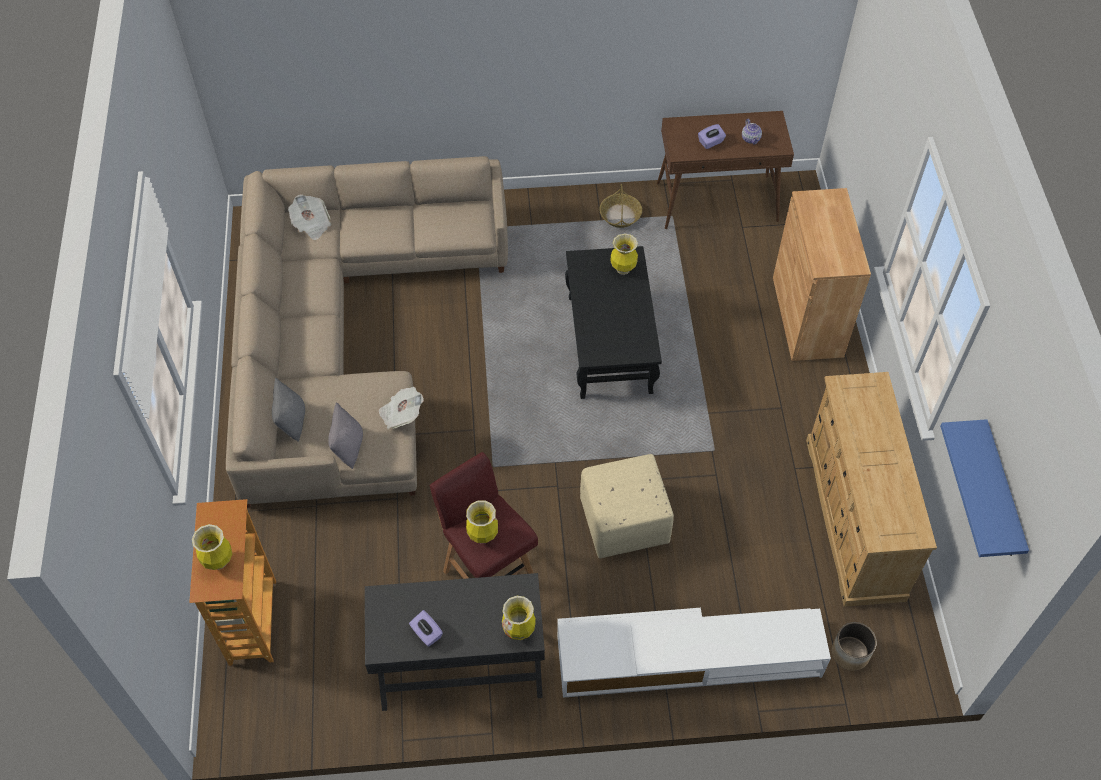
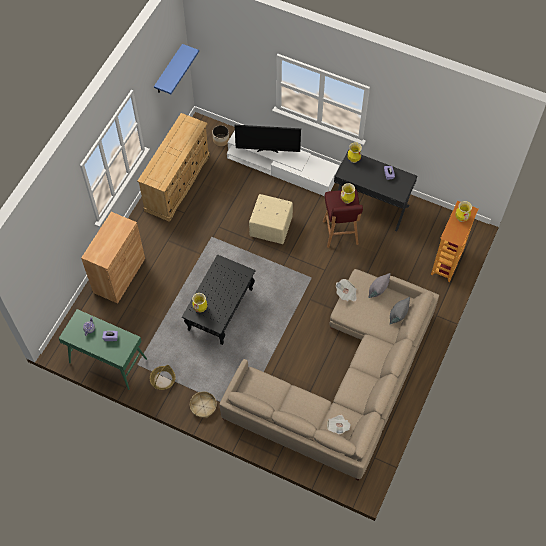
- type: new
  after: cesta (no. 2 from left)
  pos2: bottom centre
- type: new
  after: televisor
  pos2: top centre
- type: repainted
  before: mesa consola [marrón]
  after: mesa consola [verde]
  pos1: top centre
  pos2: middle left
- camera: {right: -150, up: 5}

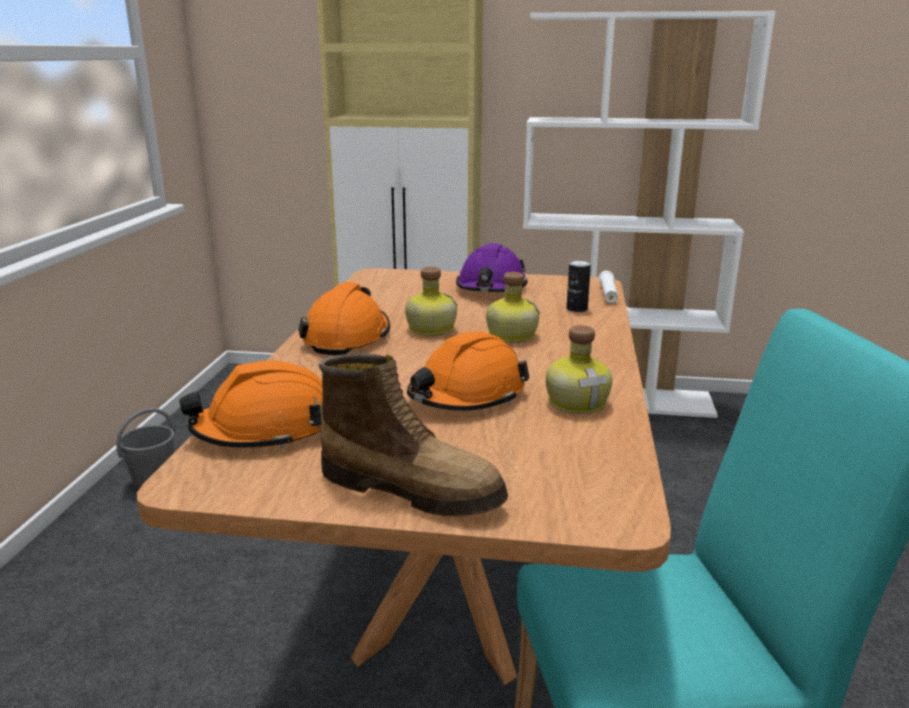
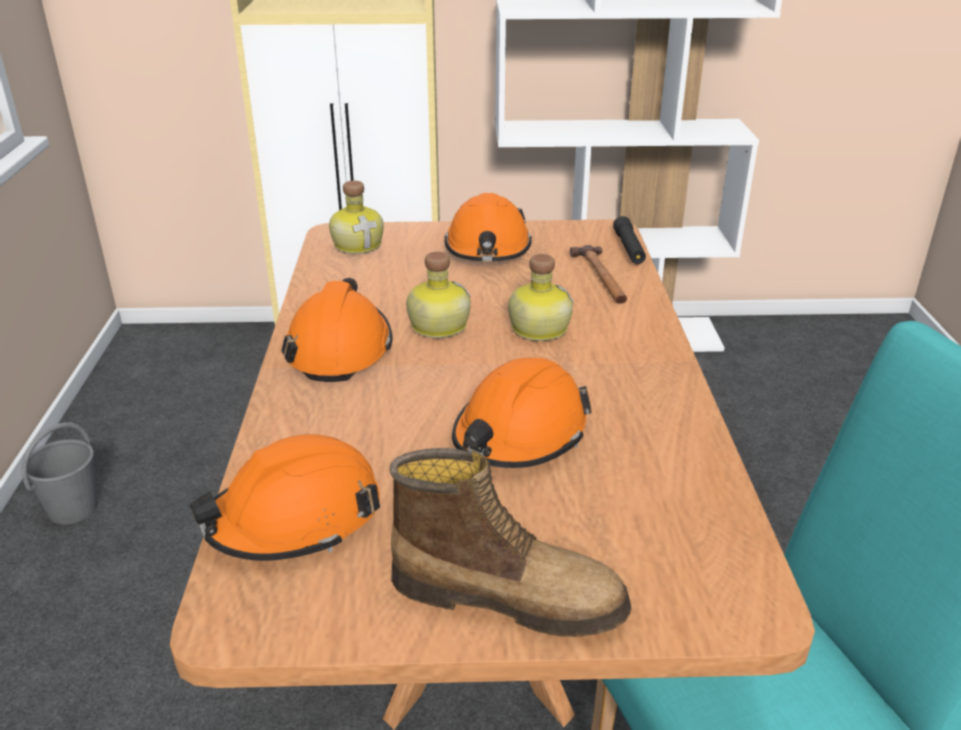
- type: shifted
  before: botella (no. 3 from left in the first image)
  after: botella (no. 1 from left)
  pos1: centre
  pos2: top centre
- type: swapped
  before: lata
  after: martillo
  pos1: centre
  pos2: centre
- type: repainted
  before: casco [morado]
  after: casco [naranja] (no. 3 from left)
  pos1: centre
  pos2: top centre
- type: repainted
  before: linterna [blanco]
  after: linterna [negro]
  pos1: middle right
  pos2: top centre
- camera: {right: -10, up: 10}

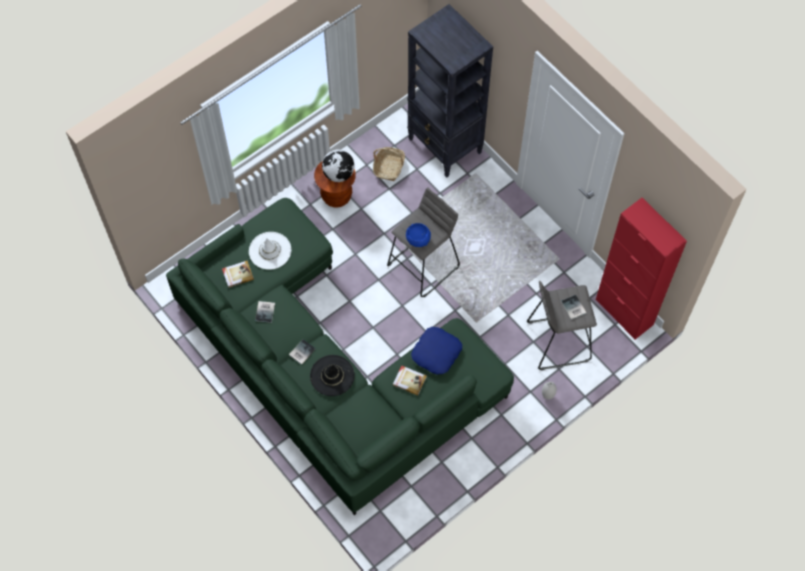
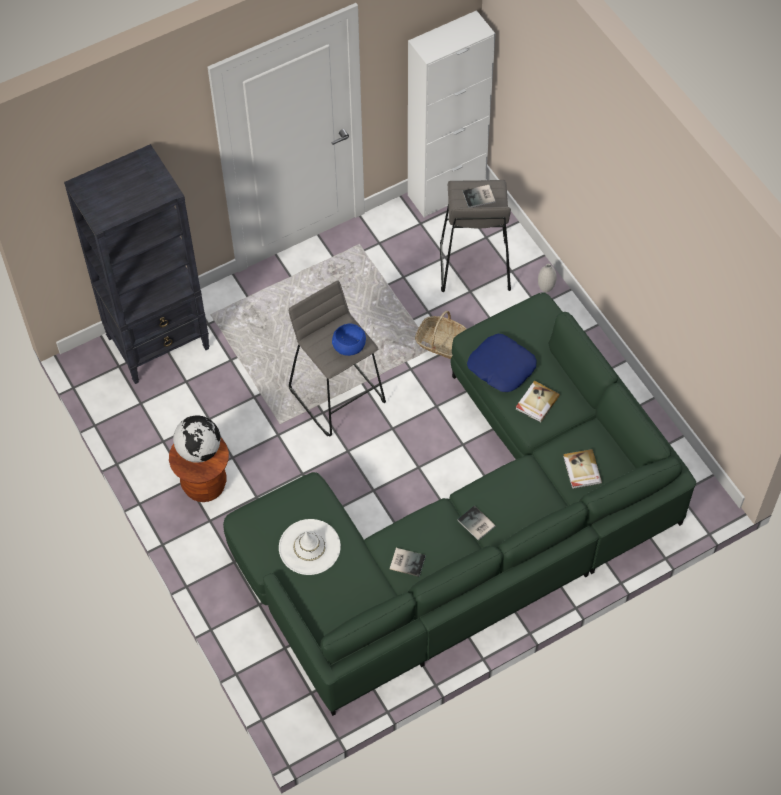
- type: gone
  before: sombrero [negro]
  pos1: centre
- type: shifted
  before: libro (no. 1 from left in the first image)
  after: libro (no. 5 from left)
  pos1: middle left
  pos2: middle right
- type: shifted
  before: cesta
  pos1: top centre
  pos2: centre
- type: repainted
  before: armario [rojo]
  after: armario [blanco]
  pos1: middle right
  pos2: top centre
- camera: {right: -80, up: -5}

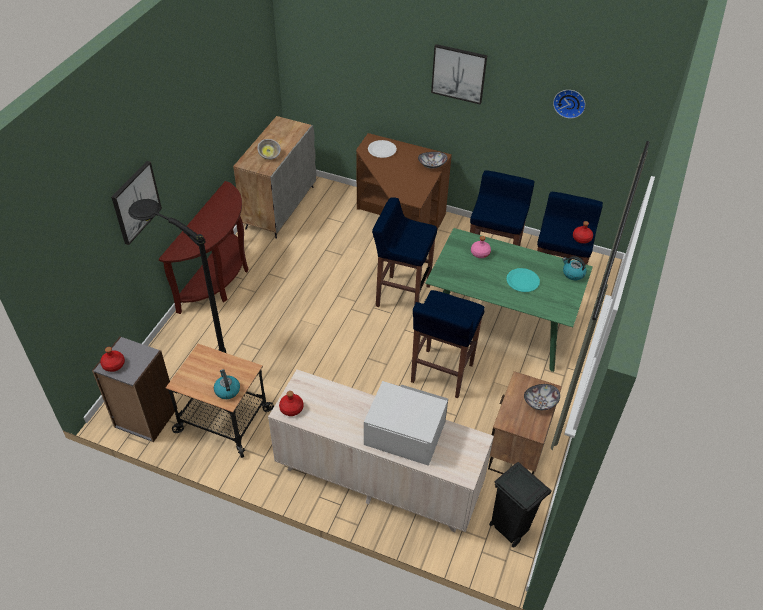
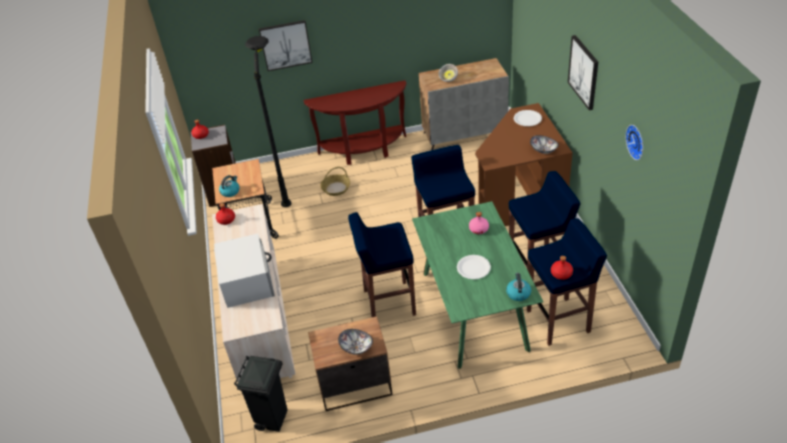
- type: new
  after: cesta
  pos2: centre
- type: repainted
  before: plato [turquesa]
  after: plato [blanco] (no. 1 from left)
  pos1: middle right
  pos2: centre
- camera: {right: 60, up: -5}

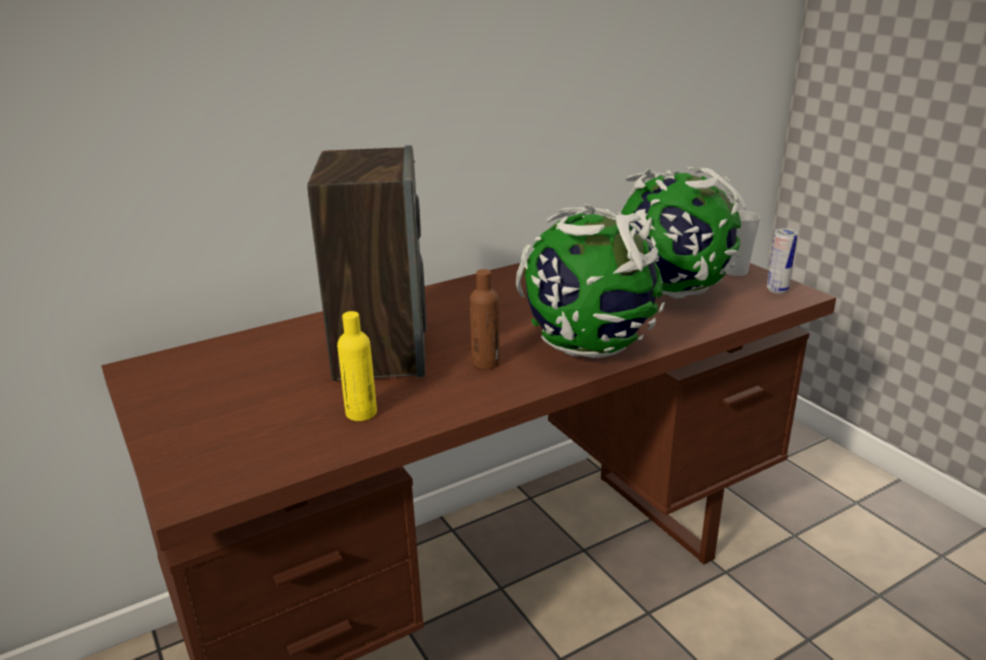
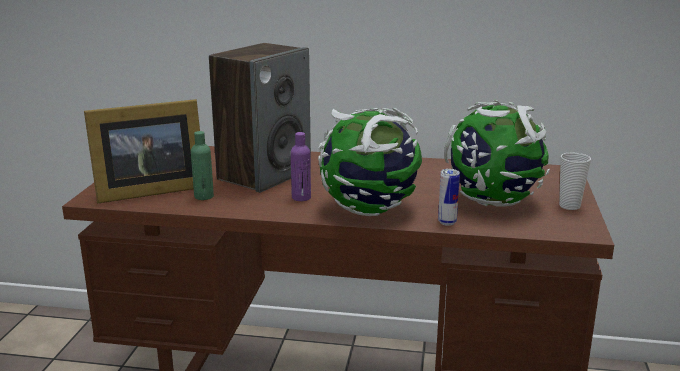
- type: new
  after: portarretratos
  pos2: middle left
- type: shifted
  before: lata
  pos1: middle right
  pos2: centre
- type: repainted
  before: botella [amarillo]
  after: botella [verde]
  pos1: centre
  pos2: middle left
- type: repainted
  before: botella [marrón]
  after: botella [morado]
  pos1: centre
  pos2: centre
- camera: {right: 40, up: -5}

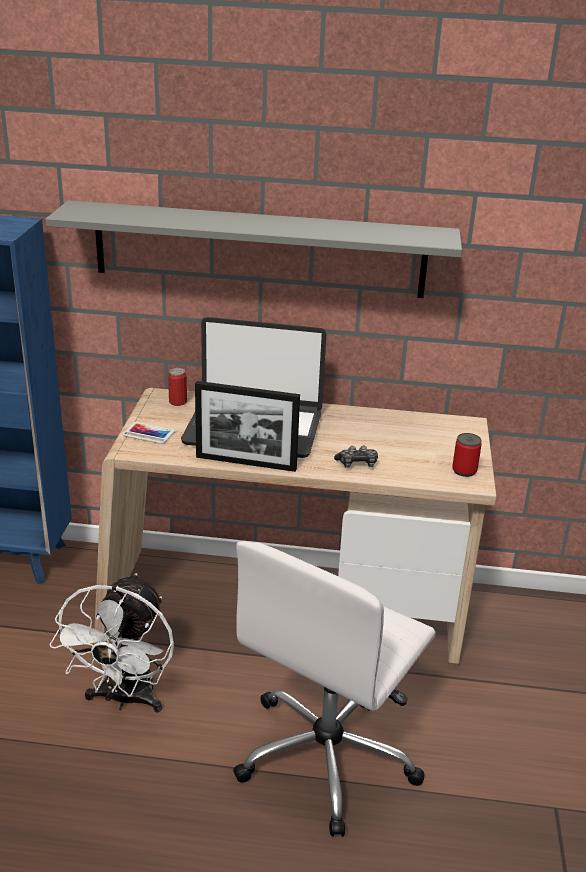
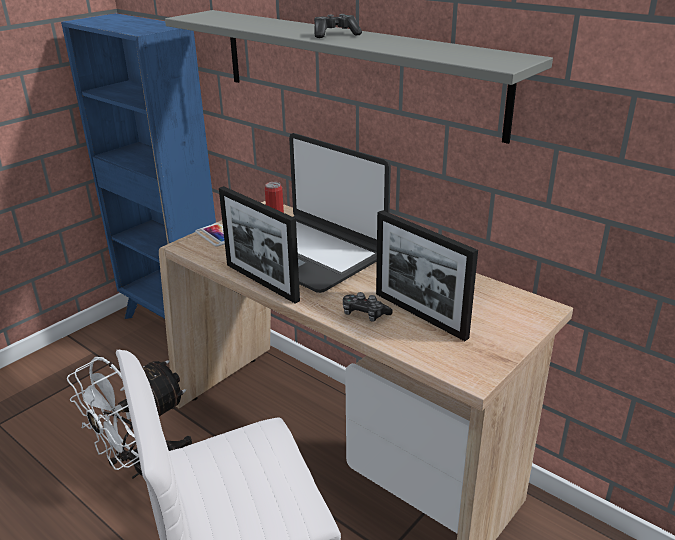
- type: gone
  before: lata (no. 2 from left)
  pos1: middle right
- type: new
  after: mando de consola (no. 1 from left)
  pos2: top centre
- type: new
  after: portarretratos (no. 2 from left)
  pos2: centre
- camera: {right: 35, up: 0}

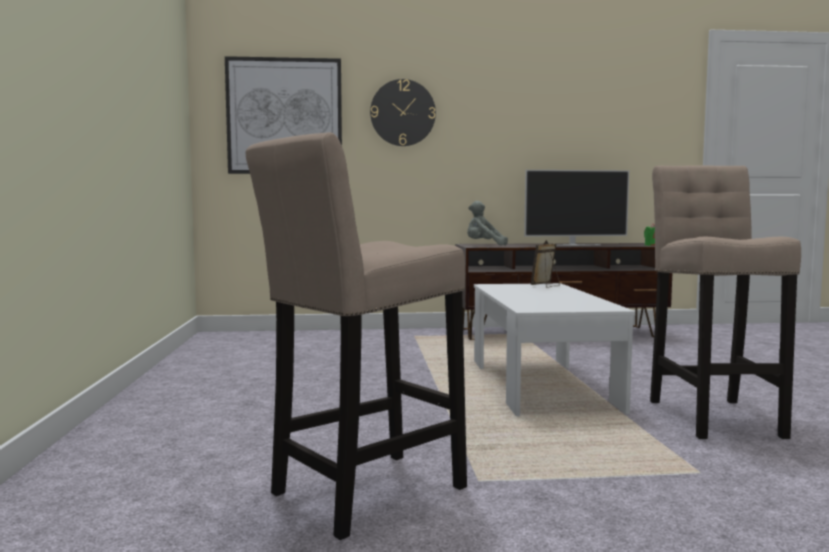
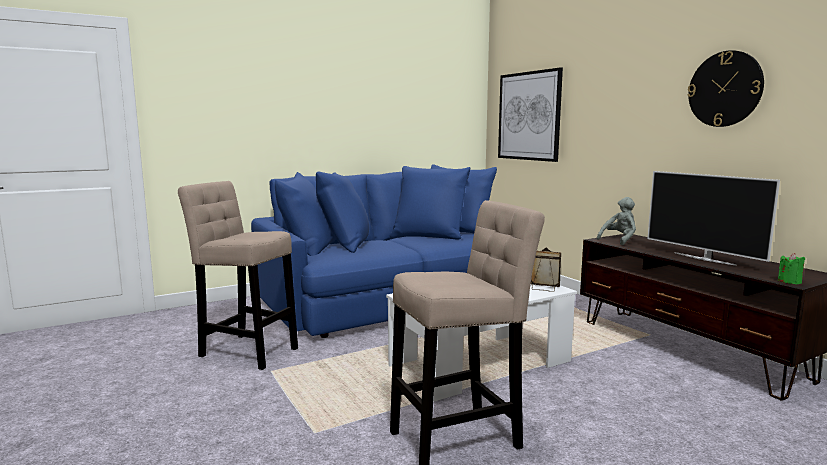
- type: new
  after: sofá [azul]
  pos2: centre
- type: shifted
  before: reloj de pared
  pos1: top centre
  pos2: top right
- type: rotated
  before: peluche [gris]
  pos1: centre
  pos2: middle right
  turn: 60
- camera: {right: 65, up: 5}

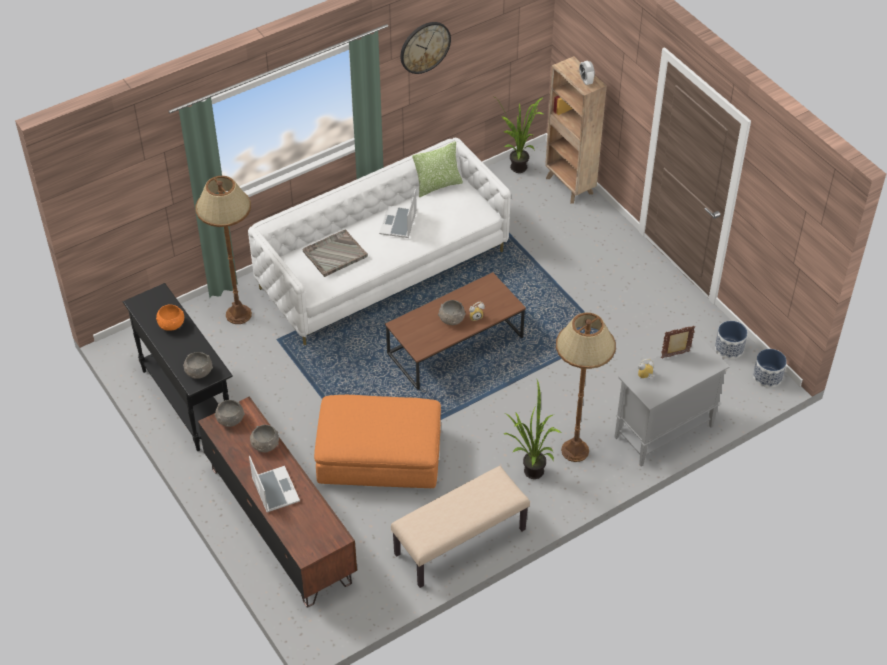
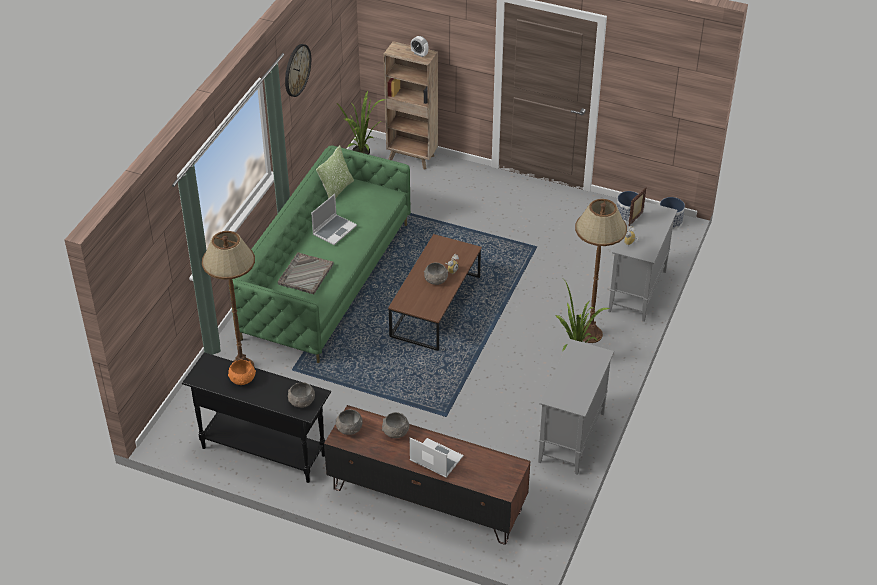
- type: gone
  before: puf [naranja]
  pos1: centre
- type: swapped
  before: banco [beis]
  after: armario [gris] (no. 1 from left)
  pos1: bottom centre
  pos2: bottom centre
- type: repainted
  before: sofá [blanco]
  after: sofá [verde]
  pos1: centre
  pos2: centre
- type: rotated
  before: portátil (no. 2 from left in the first image)
  pos1: top centre
  pos2: centre
  turn: -120
- camera: {right: -35, up: -5}

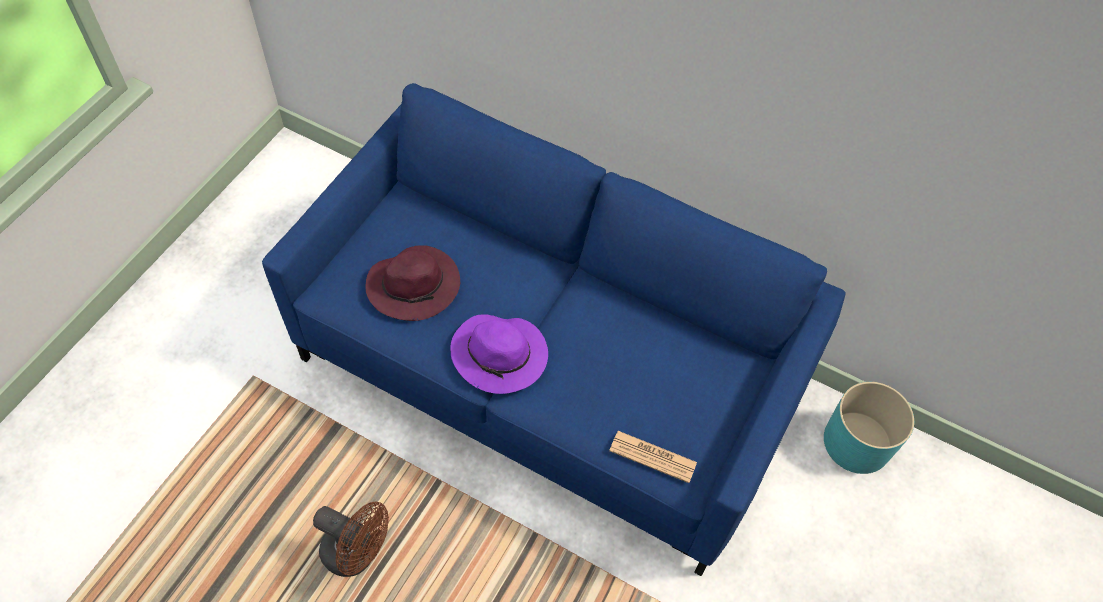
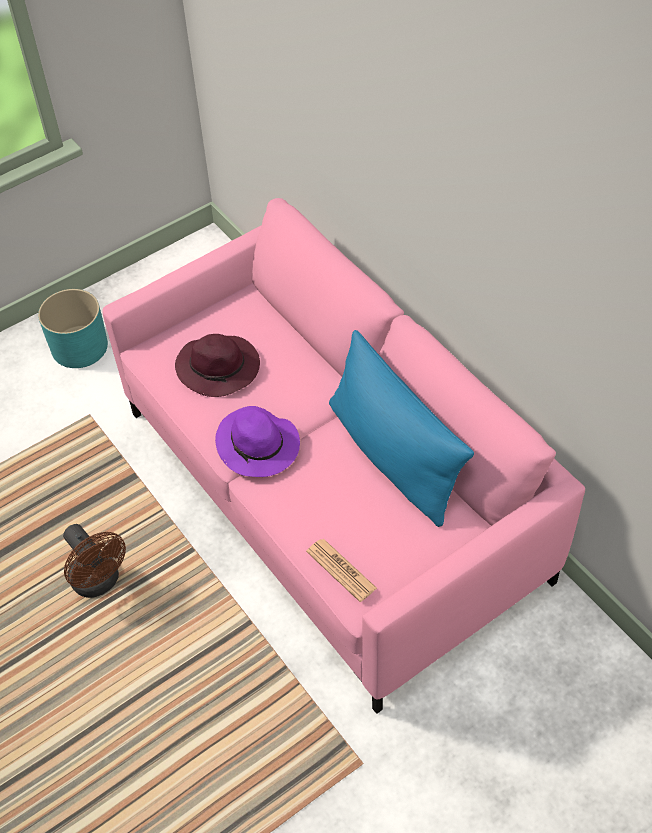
- type: new
  after: cojín [azul]
  pos2: centre
- type: shifted
  before: maceta [turquesa]
  pos1: bottom right
  pos2: middle left
- type: repainted
  before: sofá [azul]
  after: sofá [rosa]
  pos1: centre
  pos2: centre
- camera: {right: 30, up: -5}

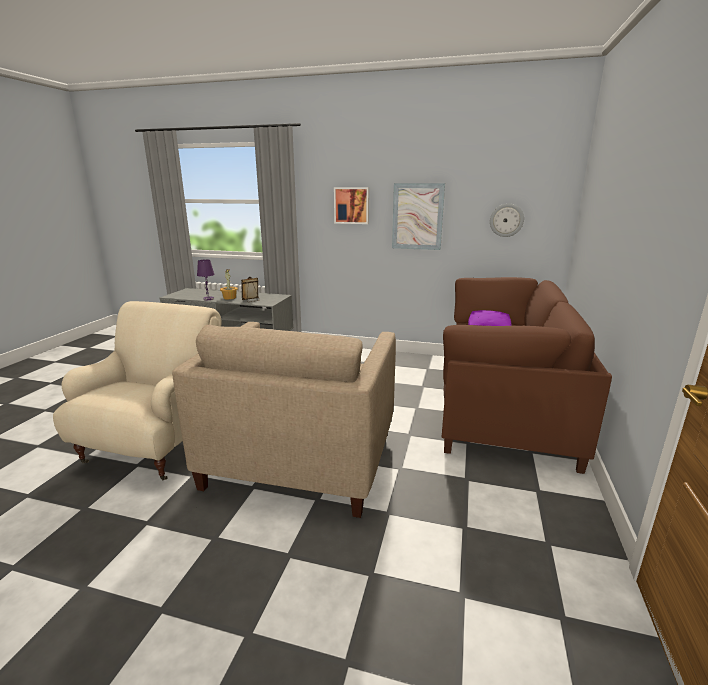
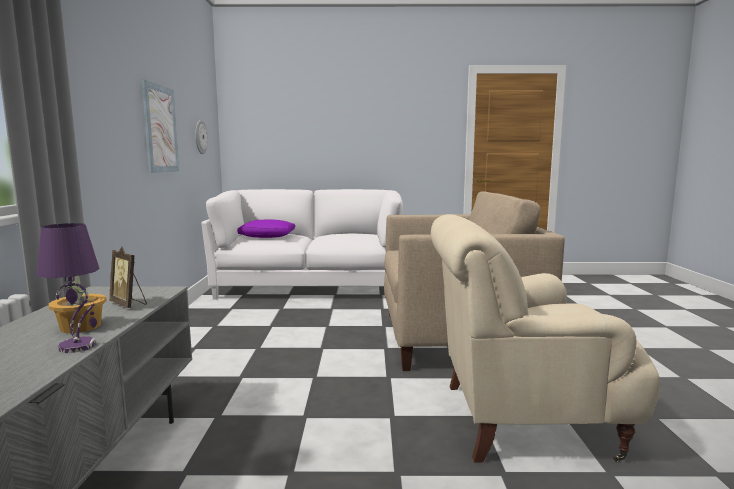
- type: gone
  before: cuadro (no. 1 from left)
  pos1: top centre
- type: repainted
  before: sofá [marrón]
  after: sofá [blanco]
  pos1: middle right
  pos2: centre
- camera: {right: -105, up: -10}

